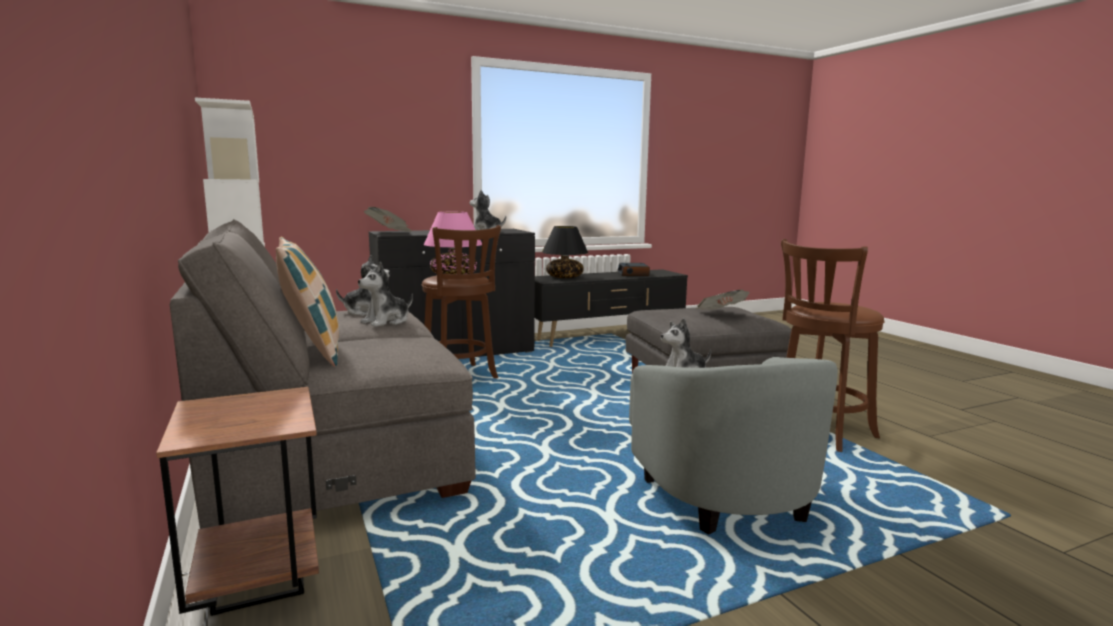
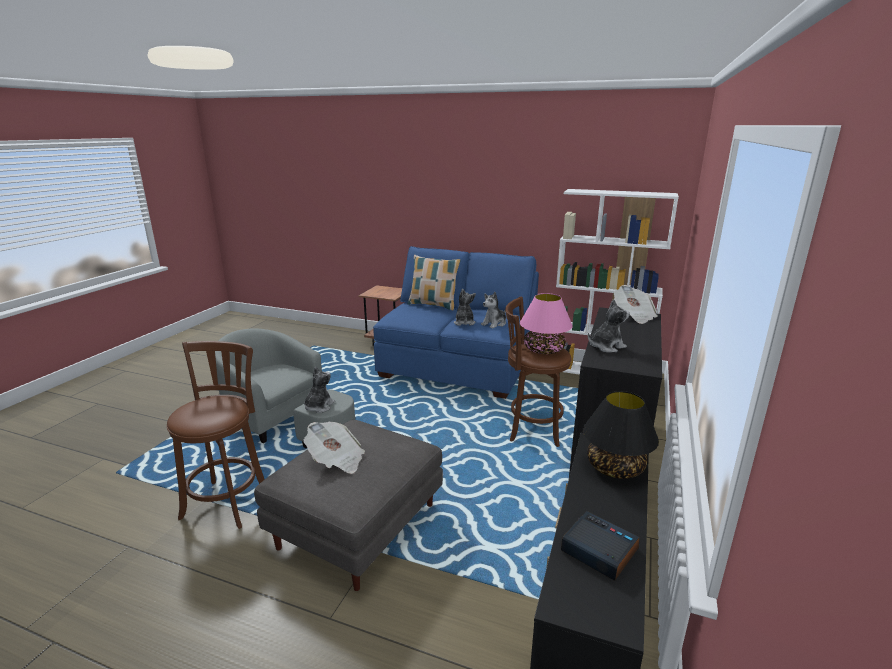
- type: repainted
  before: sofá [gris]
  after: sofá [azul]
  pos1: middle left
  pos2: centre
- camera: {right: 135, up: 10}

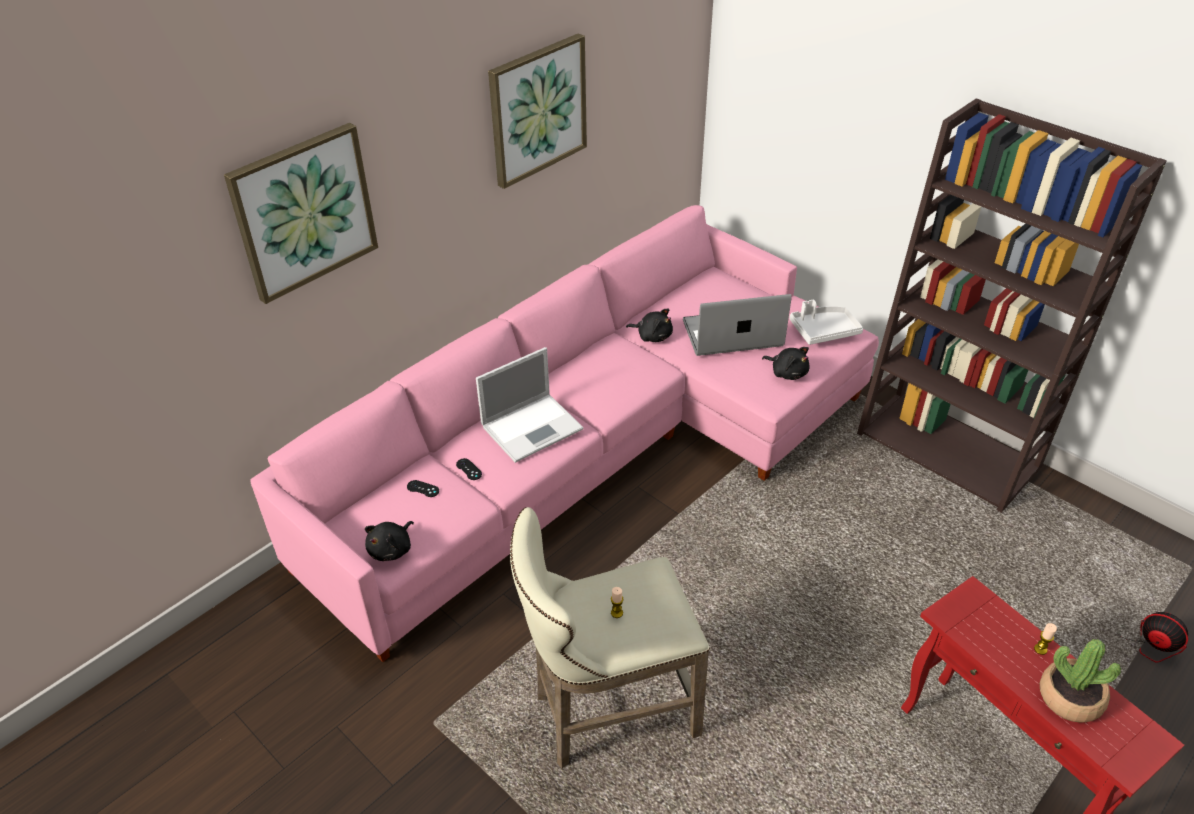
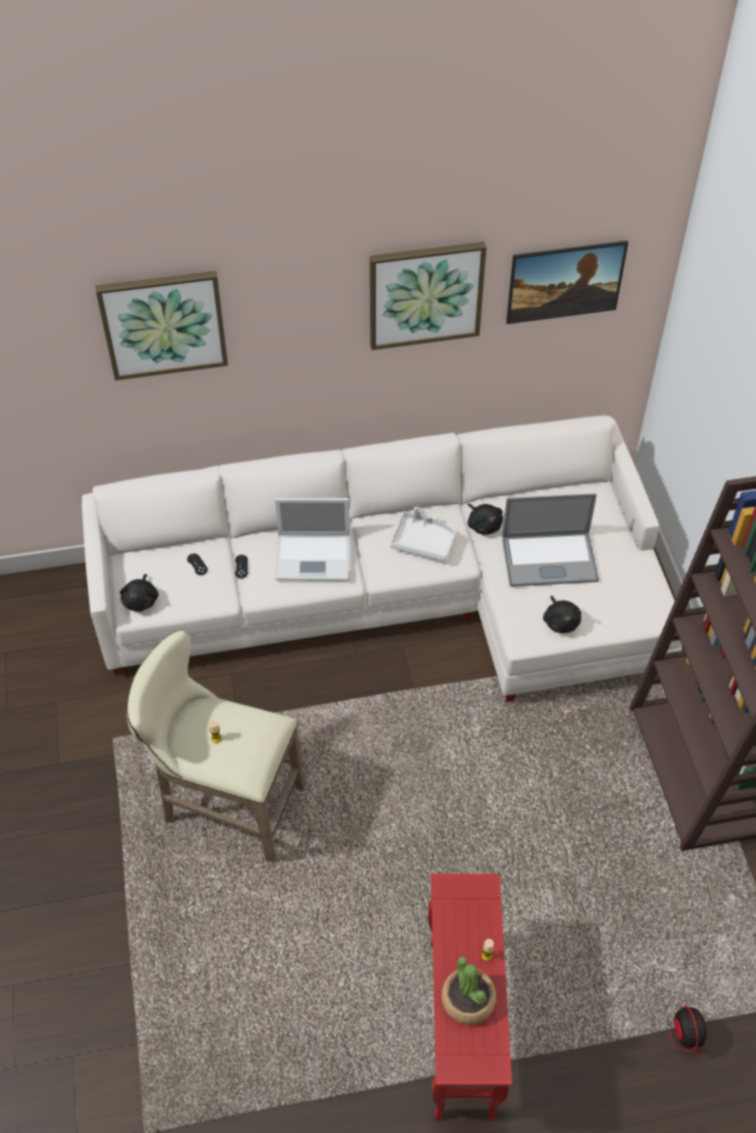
- type: new
  after: cuadro (no. 3 from left)
  pos2: top right
- type: shifted
  before: bandeja [blanco]
  pos1: middle right
  pos2: centre
- type: repainted
  before: sofá [rosa]
  after: sofá [blanco]
  pos1: centre
  pos2: centre
- type: rotated
  before: peluche [negro] (no. 1 from left)
  pos1: middle left
  pos2: middle left
  turn: -60
- type: rotated
  before: portátil (no. 2 from left)
  pos1: centre
  pos2: middle right
  turn: 150
- camera: {right: 35, up: 10}

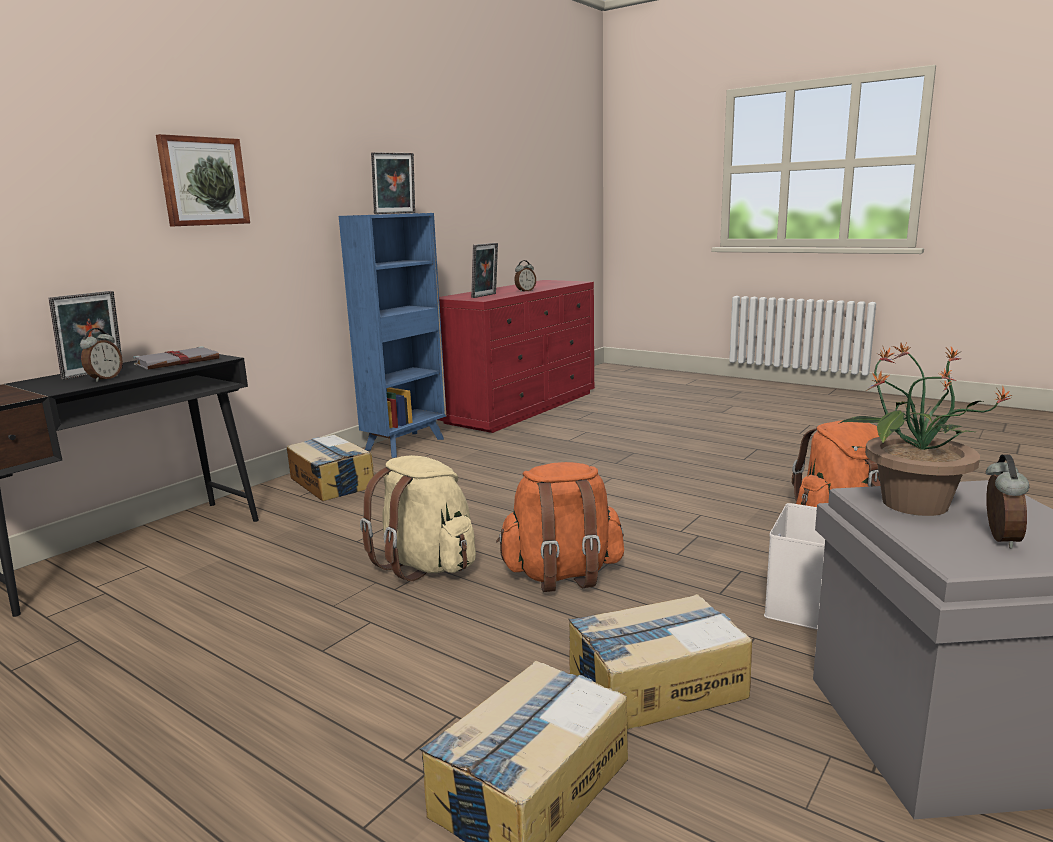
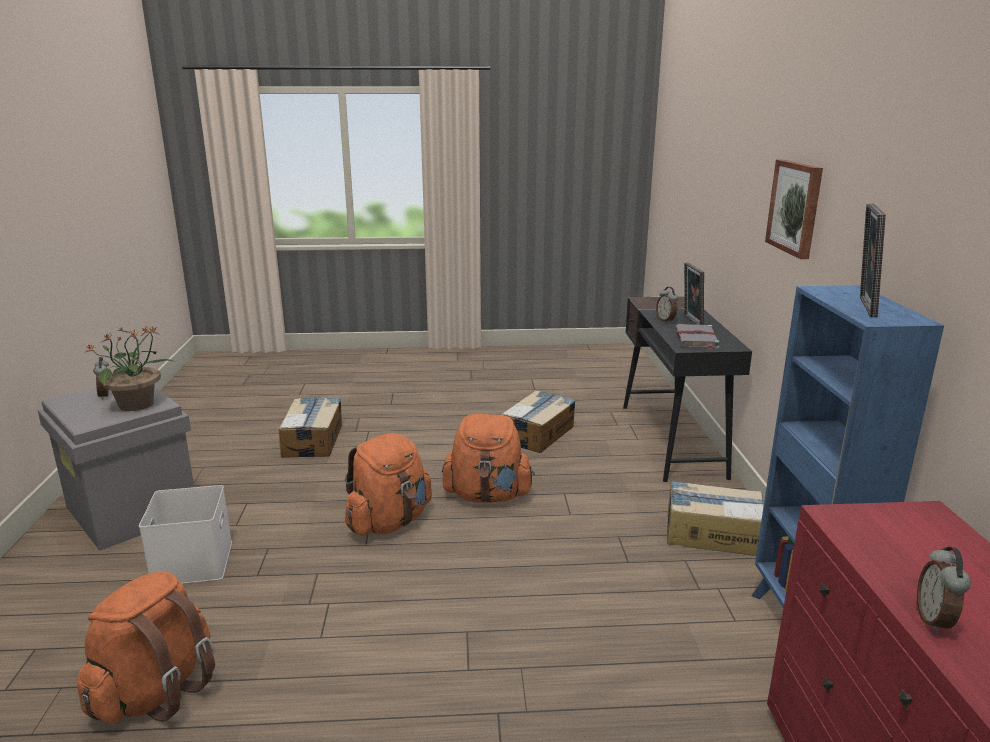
- type: gone
  before: portarretratos (no. 3 from left)
  pos1: top centre
- type: shifted
  before: caja de cartón (no. 3 from left in the first image)
  after: caja de cartón (no. 2 from left)
  pos1: bottom centre
  pos2: centre
- type: repainted
  before: mochila [beis]
  after: mochila [naranja] (no. 3 from left)
  pos1: centre
  pos2: centre
- camera: {right: 140, up: 5}

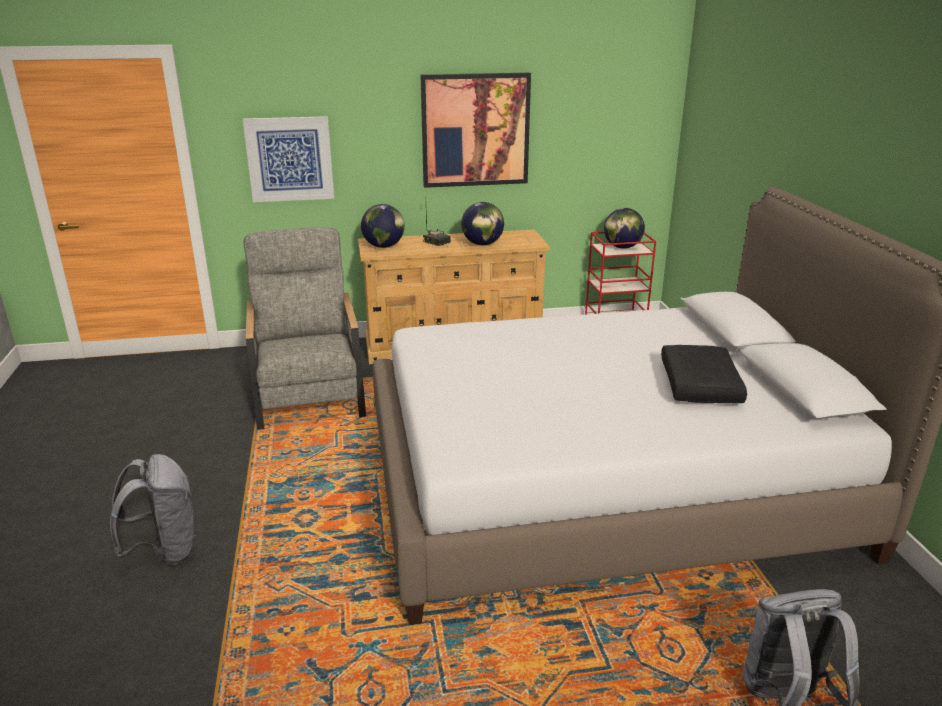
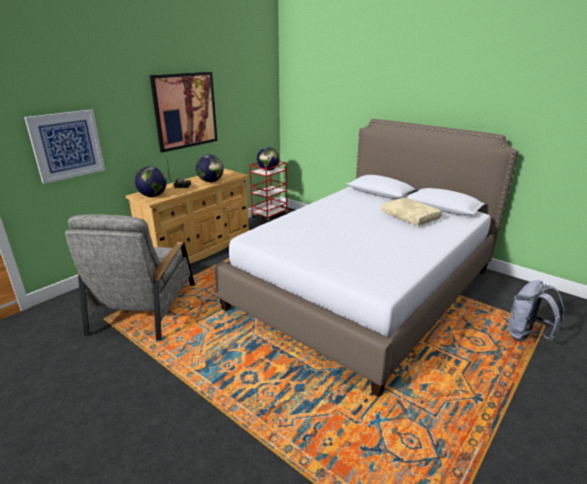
- type: gone
  before: mochila [gris] (no. 1 from left)
  pos1: bottom left
- type: repainted
  before: cojín [negro]
  after: cojín [beis]
  pos1: middle right
  pos2: middle right
- type: rotated
  before: sillón [gris]
  pos1: middle left
  pos2: middle left
  turn: -120
- camera: {right: -40, up: 0}

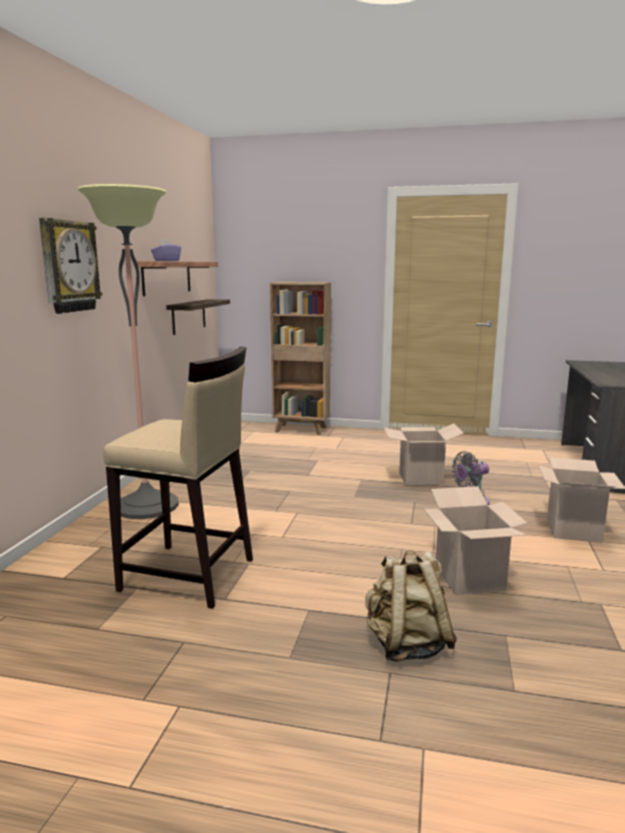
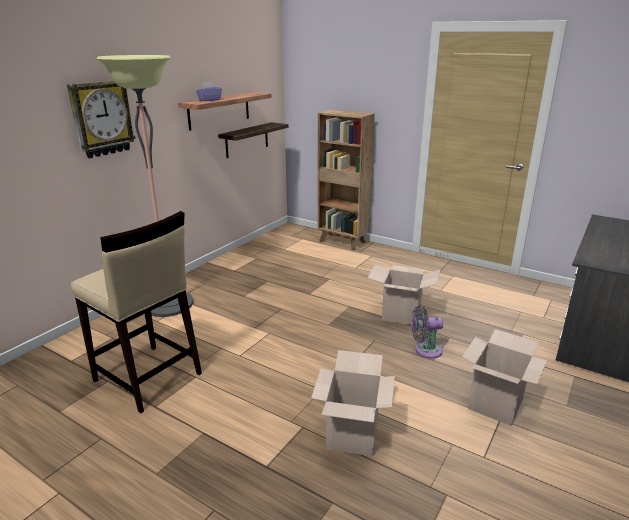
- type: gone
  before: mochila [beis]
  pos1: bottom centre
- camera: {right: 20, up: 10}

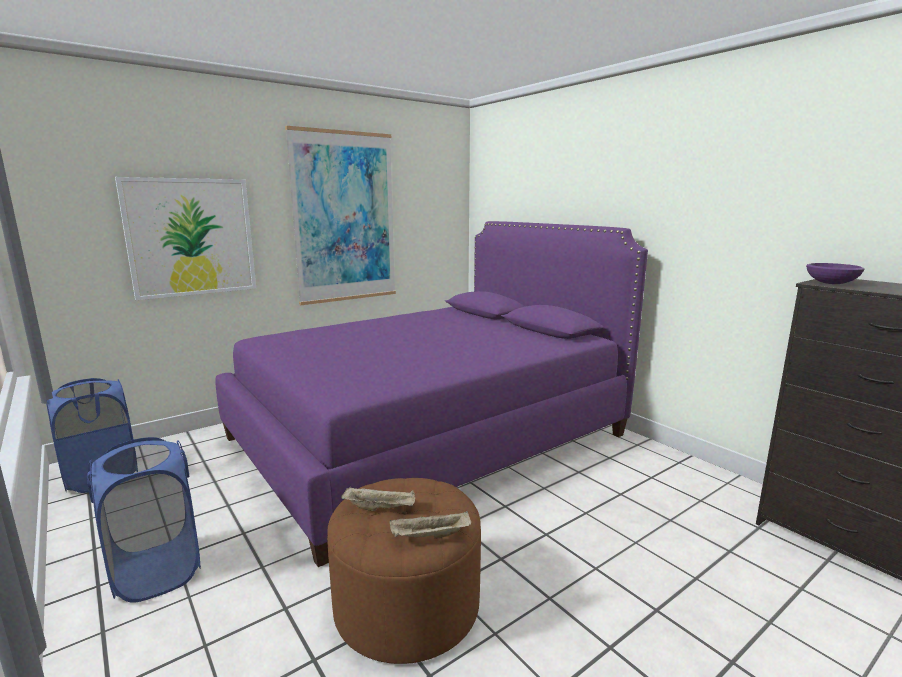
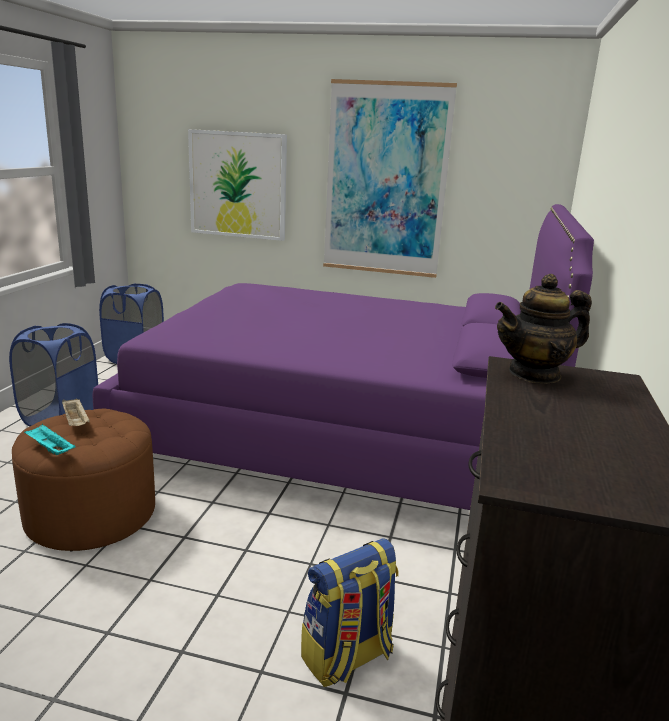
- type: new
  after: mochila
  pos2: bottom centre
- type: swapped
  before: cuenco [morado]
  after: tetera
  pos1: middle right
  pos2: middle right
- type: repainted
  before: bandeja [beis] (no. 2 from left)
  after: bandeja [turquesa]
  pos1: bottom centre
  pos2: middle left
- camera: {right: 50, up: 5}

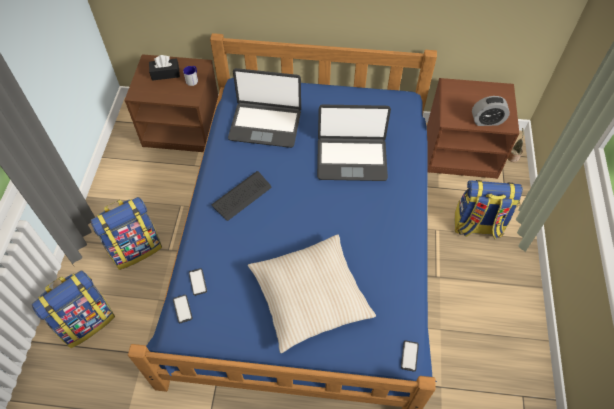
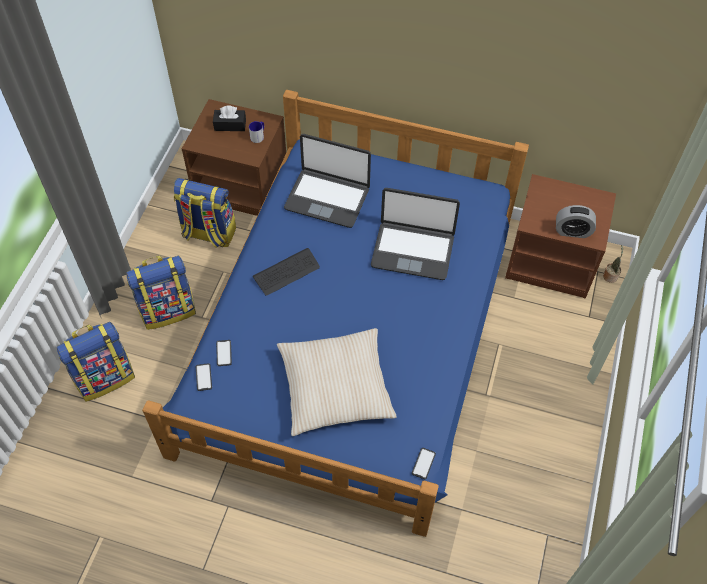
- type: shifted
  before: mochila (no. 3 from left)
  pos1: middle right
  pos2: middle left
- camera: {right: 10, up: 0}

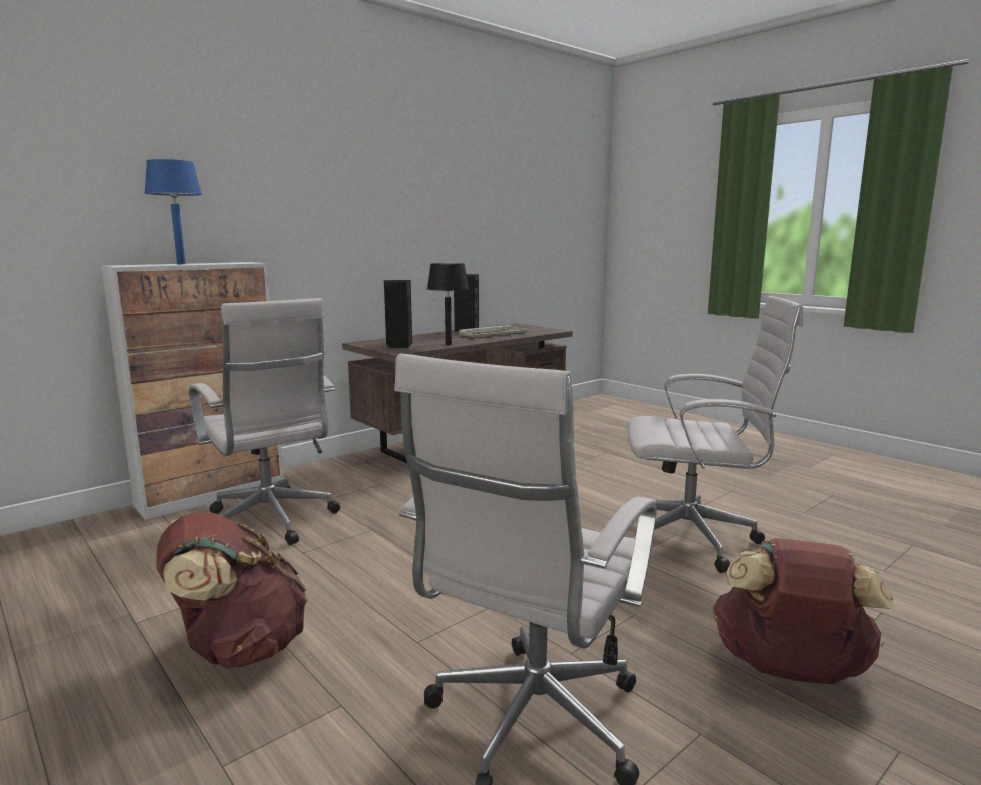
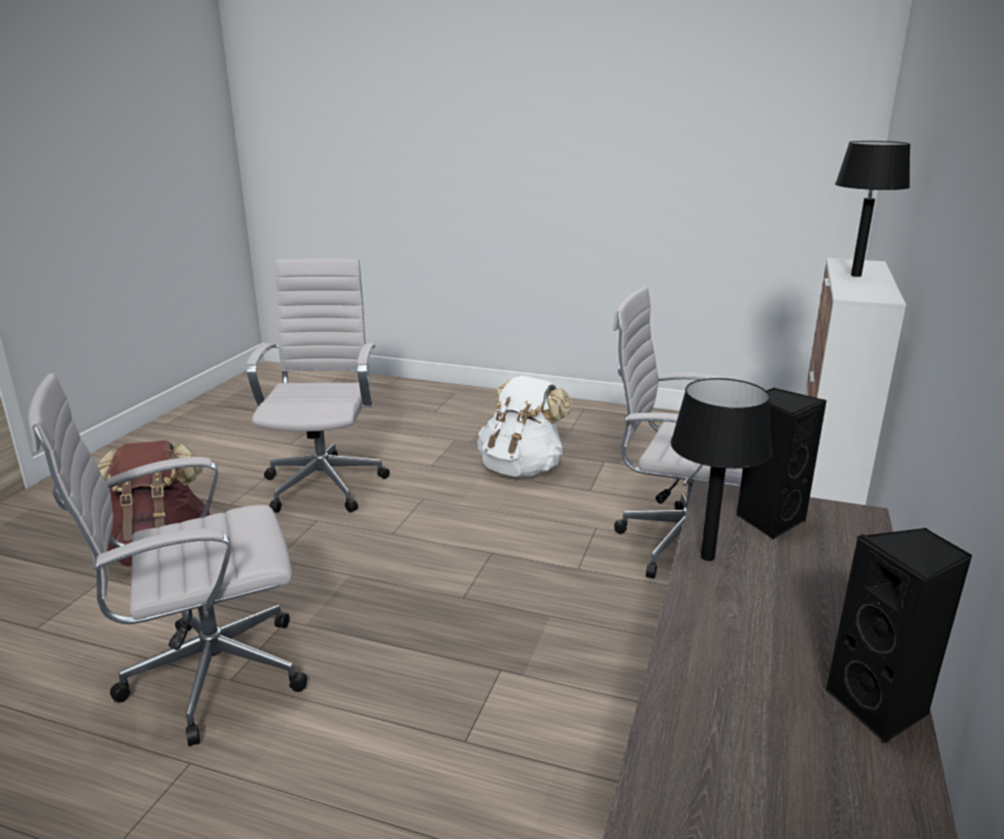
- type: gone
  before: teclado
  pos1: centre
- type: repainted
  before: lámpara de mesa [azul]
  after: lámpara de mesa [negro] (no. 2 from left)
  pos1: top left
  pos2: top right
- type: repainted
  before: mochila [marrón] (no. 1 from left)
  after: mochila [blanco]
  pos1: bottom left
  pos2: centre
- camera: {right: 150, up: 10}

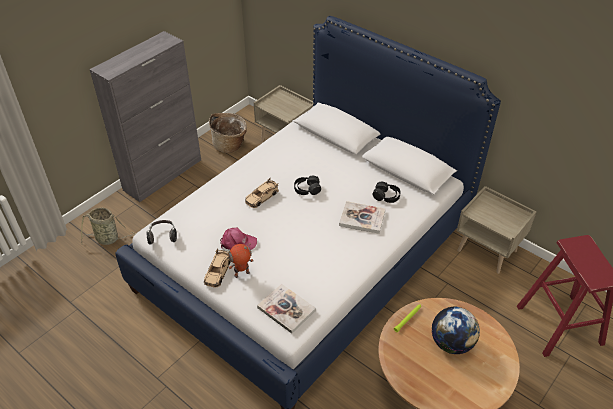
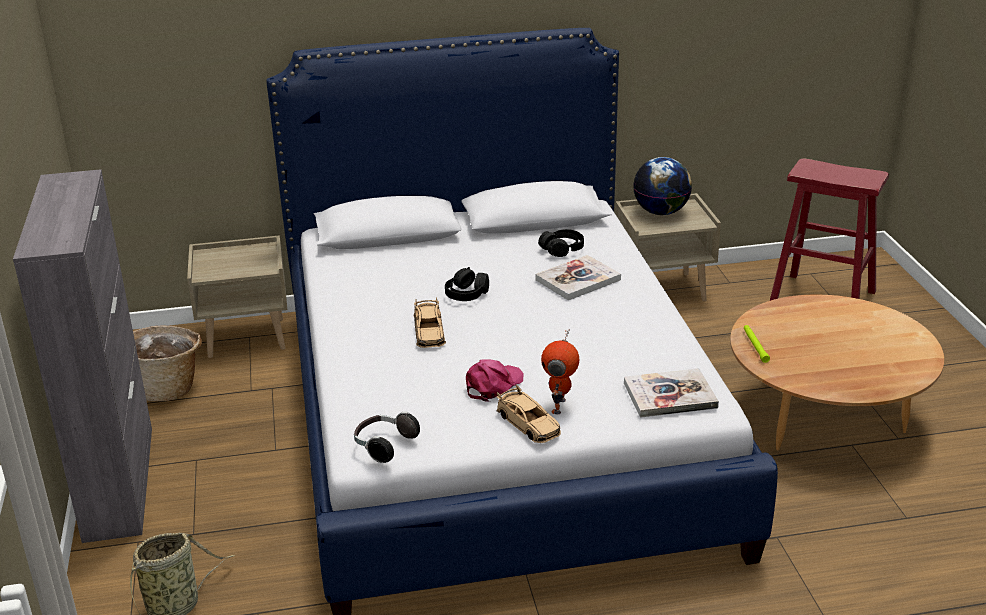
- type: shifted
  before: globo terráqueo
  pos1: bottom right
  pos2: top right
- camera: {right: -50, up: -15}

